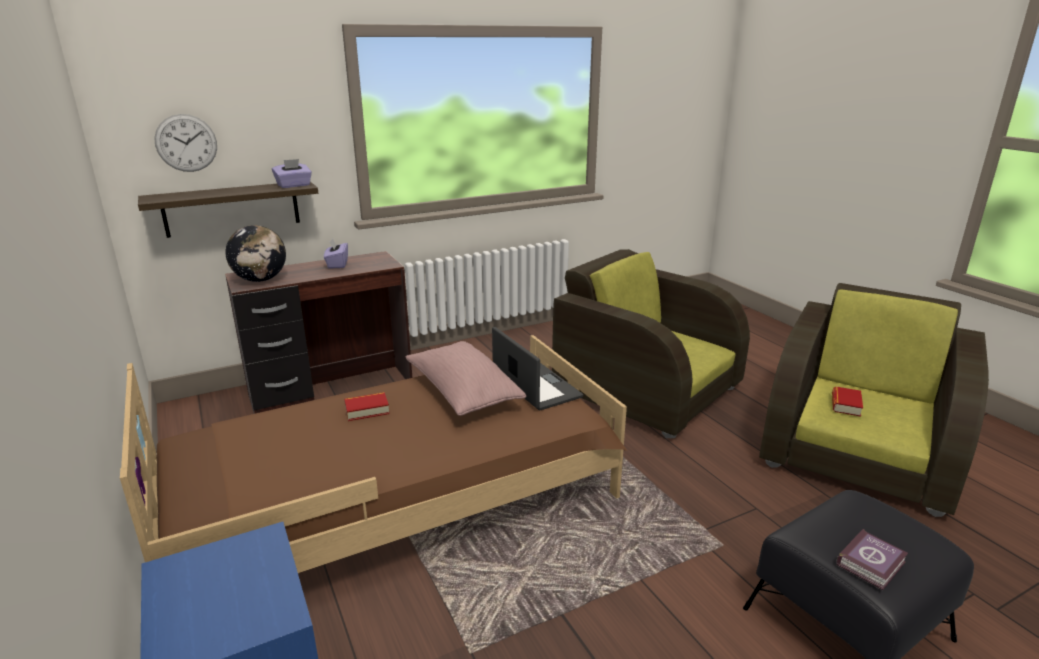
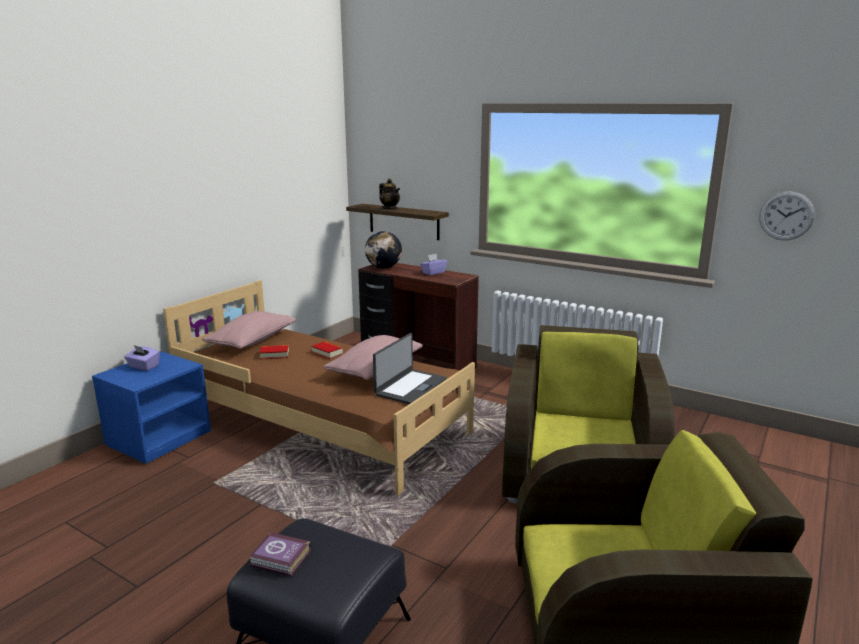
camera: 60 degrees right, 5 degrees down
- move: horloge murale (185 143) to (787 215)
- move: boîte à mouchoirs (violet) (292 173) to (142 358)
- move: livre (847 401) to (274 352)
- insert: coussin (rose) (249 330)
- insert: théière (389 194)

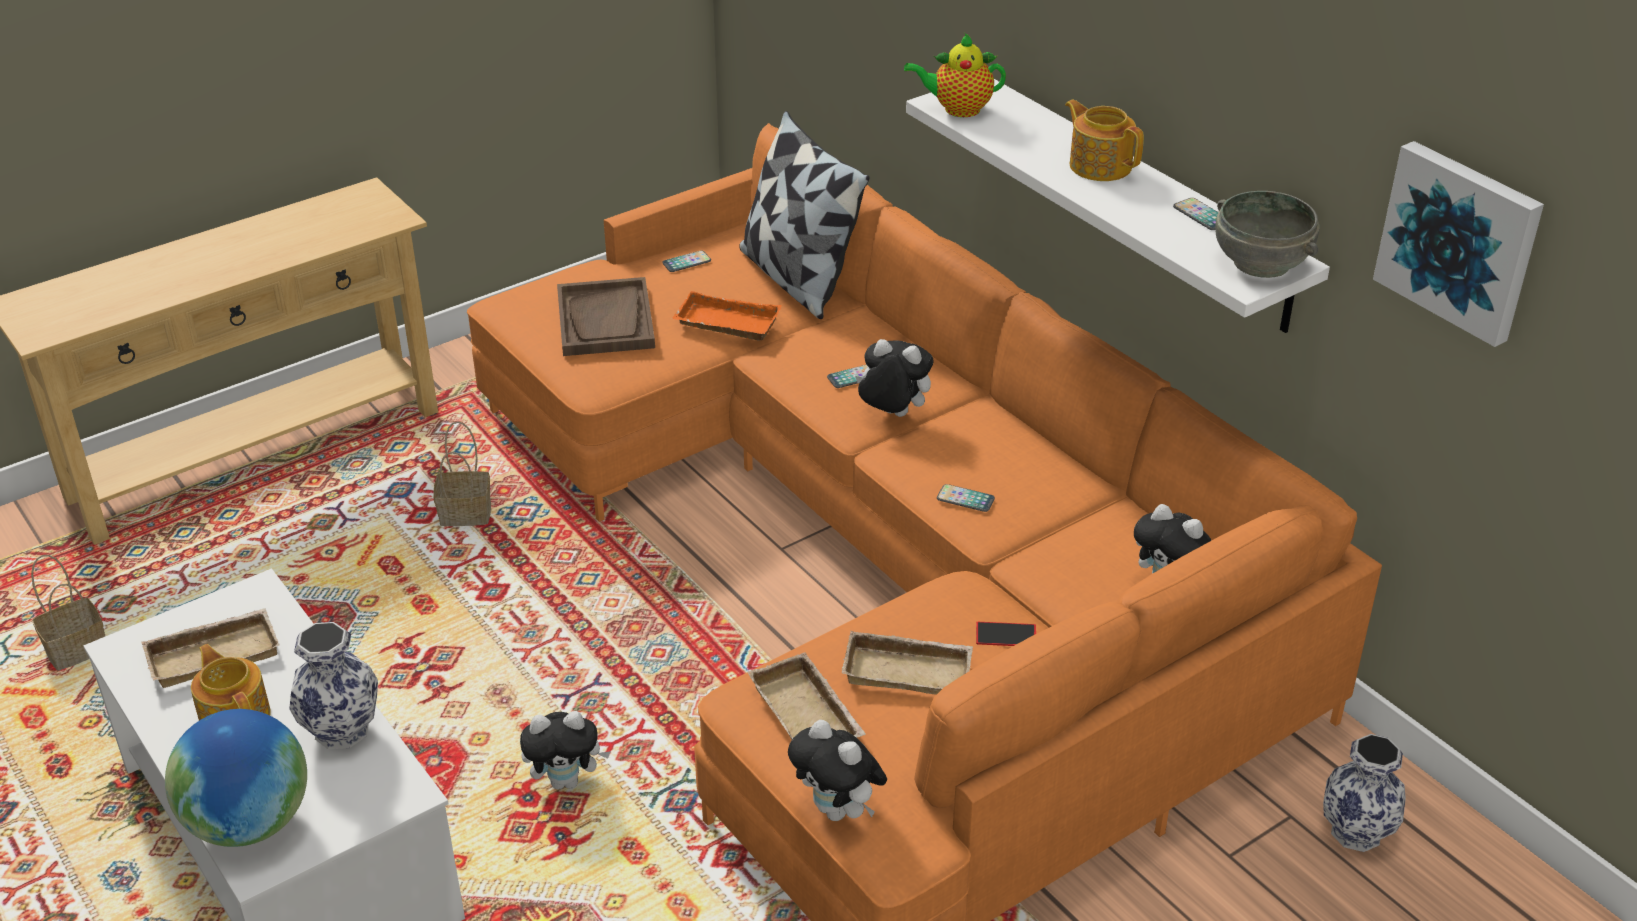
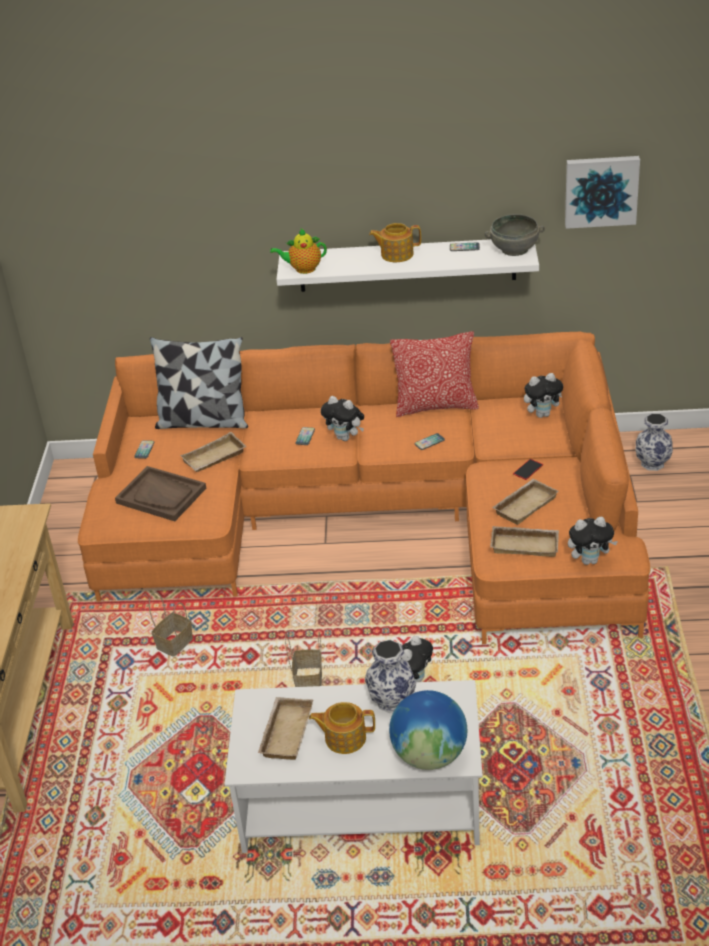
camera: 50 degrees left, 0 degrees up
- move: panier (68 613) to (303 659)
- recolor: plateau (orange) (727 316) to plateau (beige) (213 452)
- rotate: peluche (894 378) = (342 418) 120 degrees counterclockwise
- rotate: théière (955 75) = (298 251) 45 degrees clockwise
- insert: coussin (434 374)

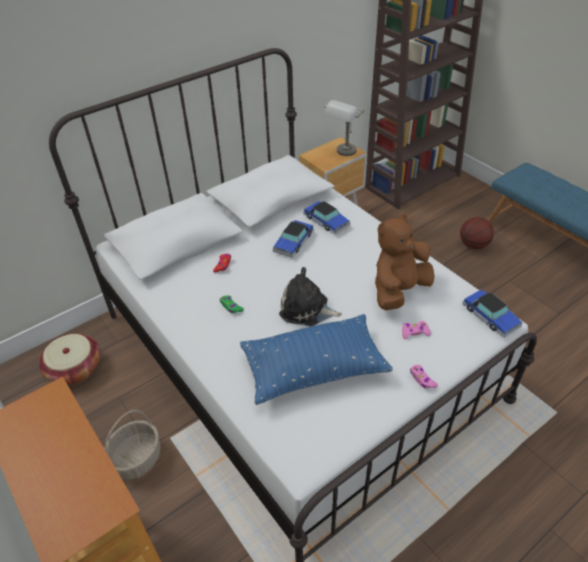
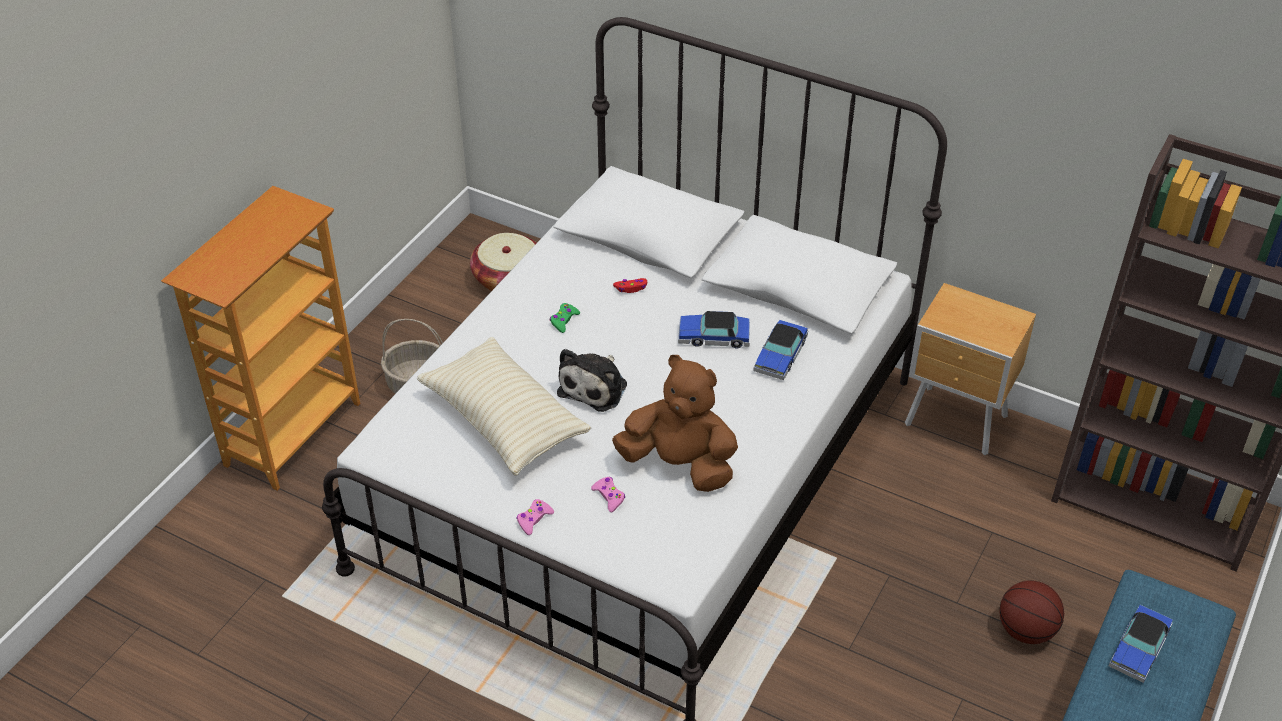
camera: 65 degrees right, 0 degrees up
- recolor: coussin (bleu) (316 359) to coussin (beige) (504 406)
- rotate: peluche (310 297) = (592 380) 150 degrees counterclockwise
- delete: lampe de table (gris) (344 128)
- move: petite voiture (492 314) to (1141 644)

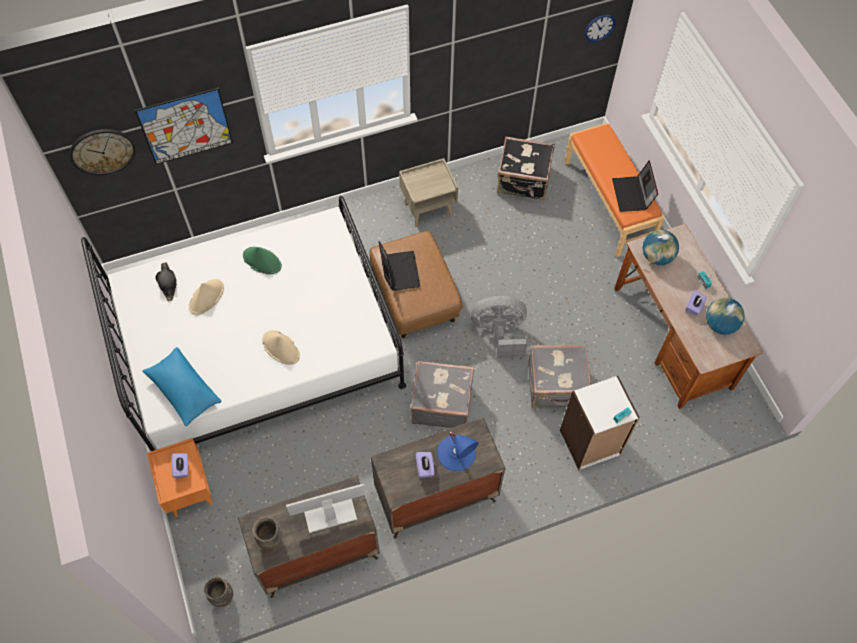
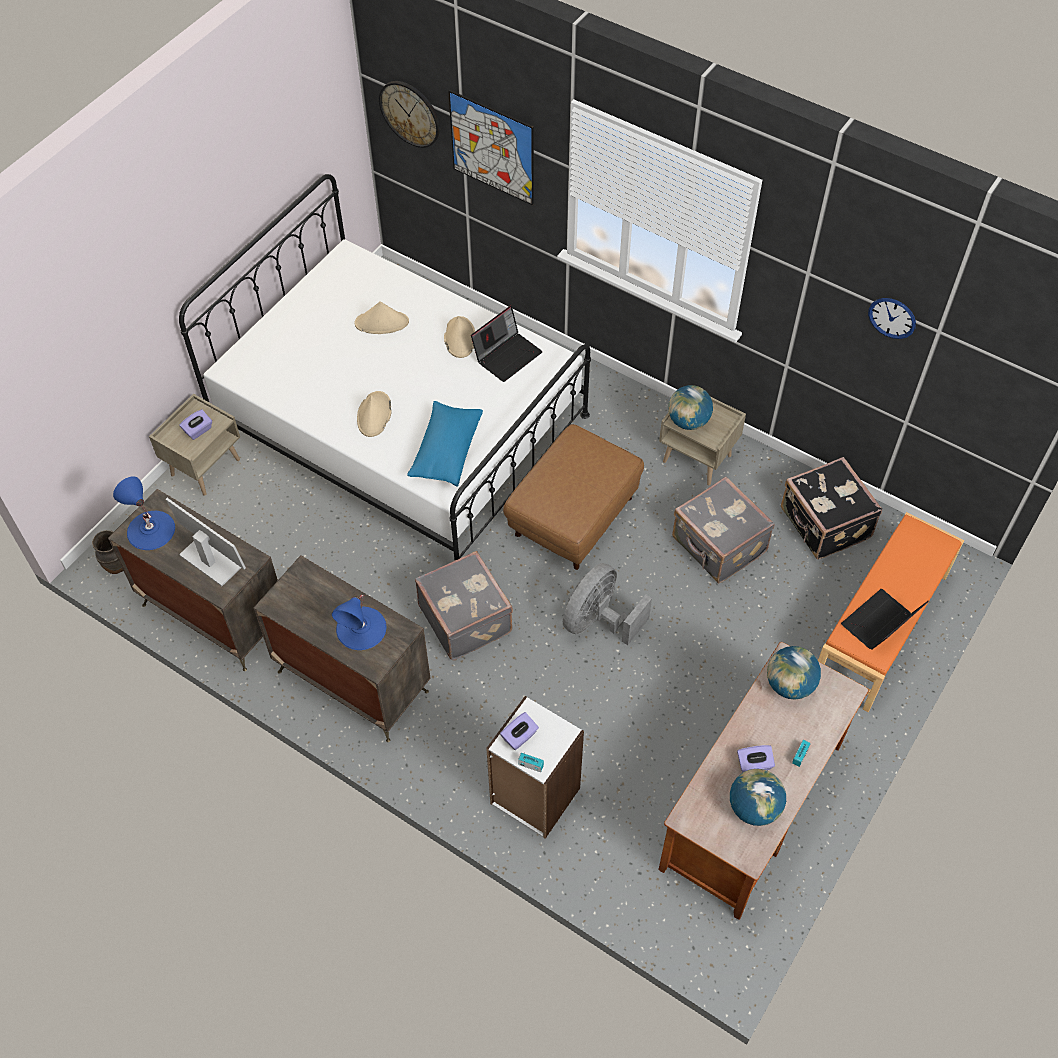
camera: 55 degrees right, 5 degrees down
- move: coussin (bleu) (182 386) to (445 444)
- recolor: table de chevet (orange) (180 477) to table de chevet (beige) (194 445)
- delete: chapeau (noir) (166 282)
- recolor: chapeau (vert) (262 261) to chapeau (beige) (459 337)
- replace: vase (marron) (268 533) to lampe de table (bleu) (144 513)
- move: ordinateur portable (400 266) to (506 344)
- move: boîte à mouchoirs (violet) (425 465) to (519 731)
- rotate: ventilateur (gris) (499 327) = (607 604) 105 degrees counterclockwise
- move: valise (gris) (559 376) to (723 530)
- move: horloge murale (600 28) to (892 318)
- insert: globe (690 407)

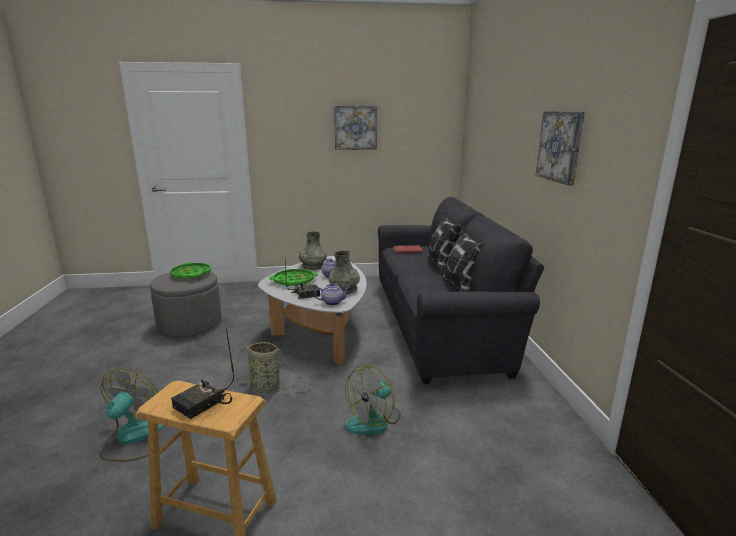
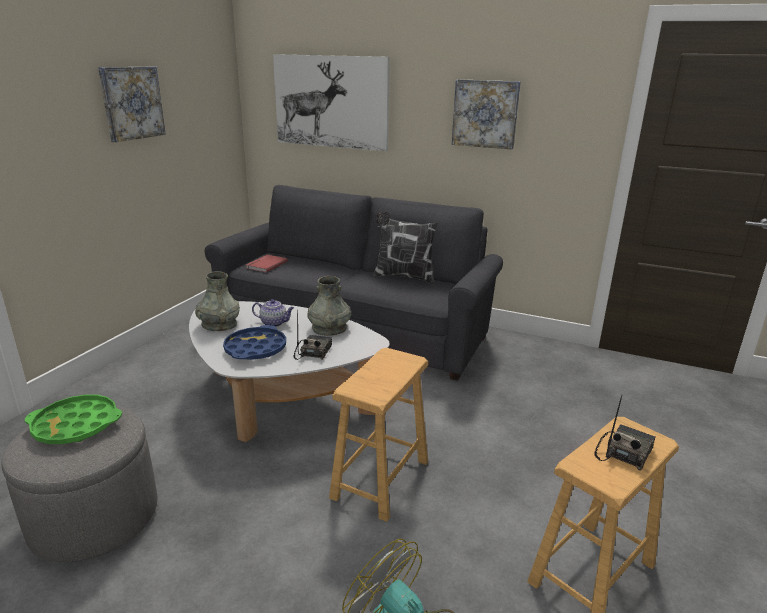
camera: 60 degrees left, 5 degrees up
- rotate: radio (202 374) = (625 433) 120 degrees counterclockwise
- replace: panier (271 367) to tabouret (marron) (378 435)
- recolor: plateau (vert) (293 278) to plateau (bleu) (254 342)
- delete: théière (332 294)
- delete: ventilateur (372 399)
- delete: coussin (444 242)
- insert: tableau (331 102)

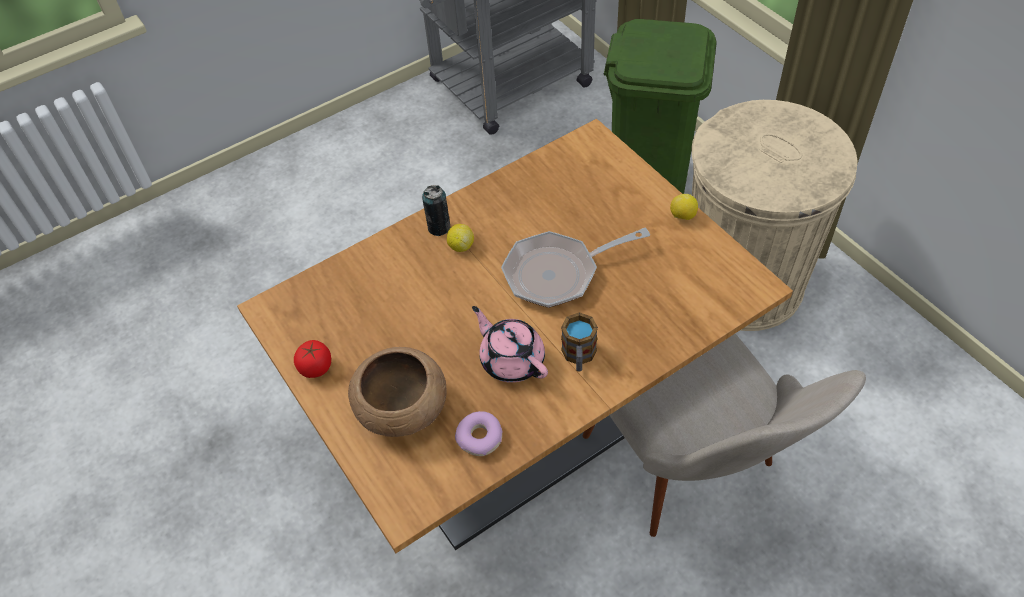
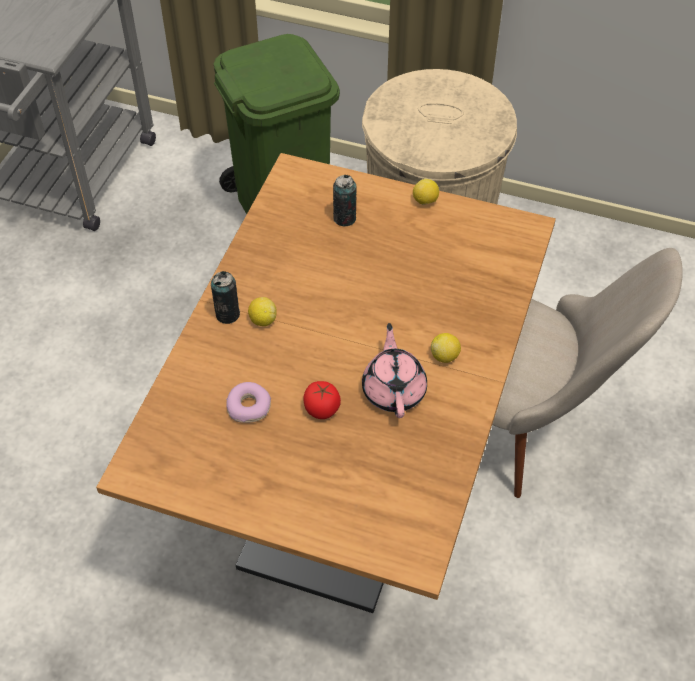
camera: 40 degrees left, 0 degrees up
- move: tomate (312 359) to (322 400)
- delete: bol (marron) (397 392)
- move: beignet (479 433) to (248 402)
- rotate: théière (rose) (510 344) = (394 370) 75 degrees clockwise
- delete: poêle (575 268)
- replace: mug (579 342) to citron (446 348)
- insert: boîte métallique (344 201)

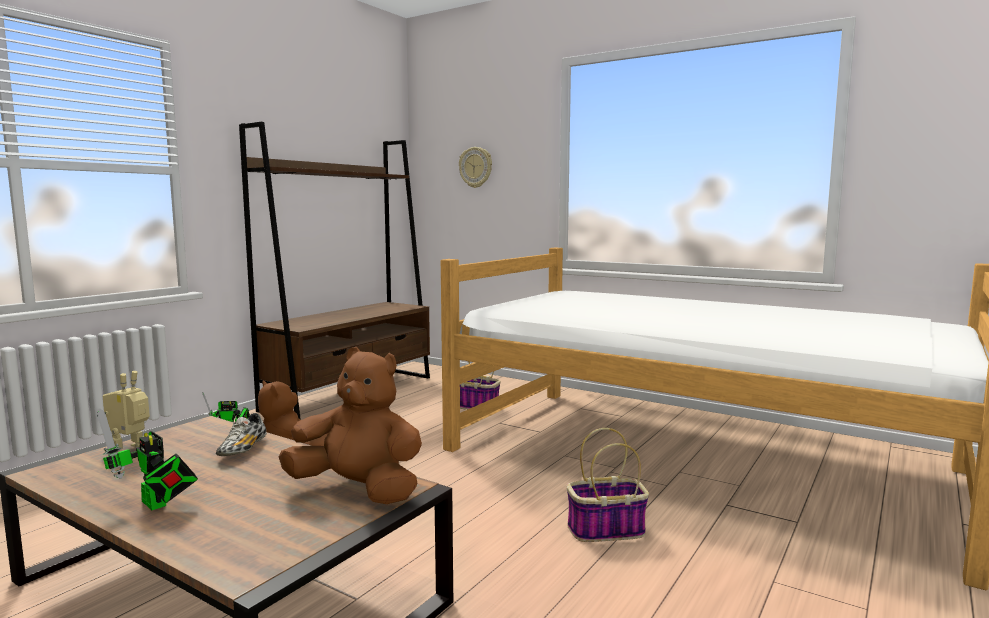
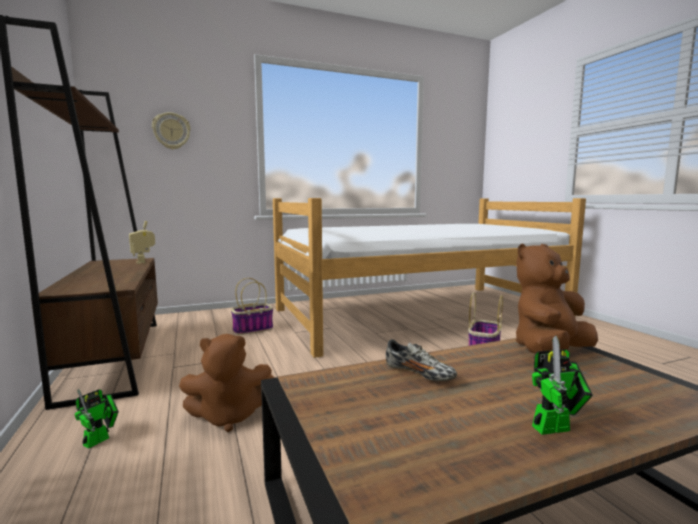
camera: 55 degrees left, 0 degrees up
- move: robot jouet (126 411) to (142 242)

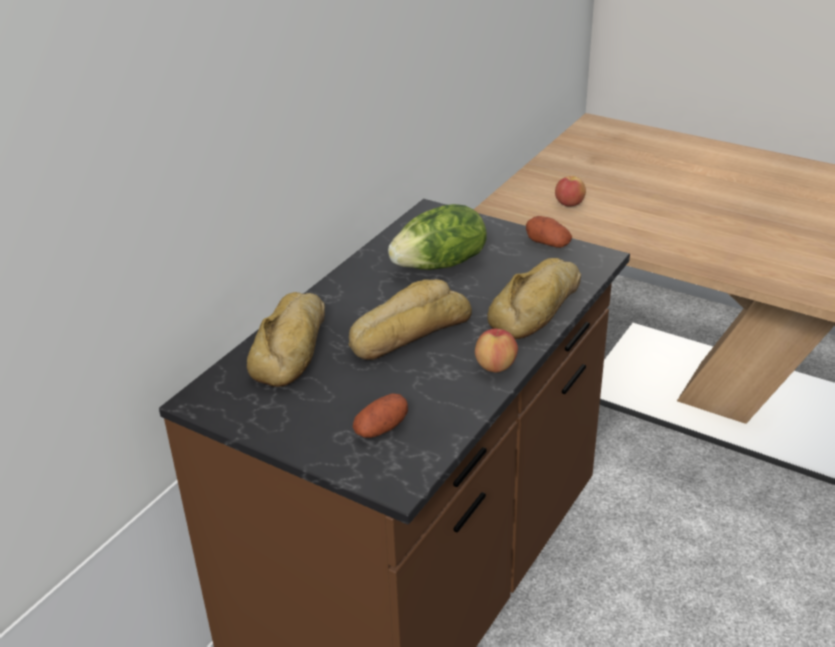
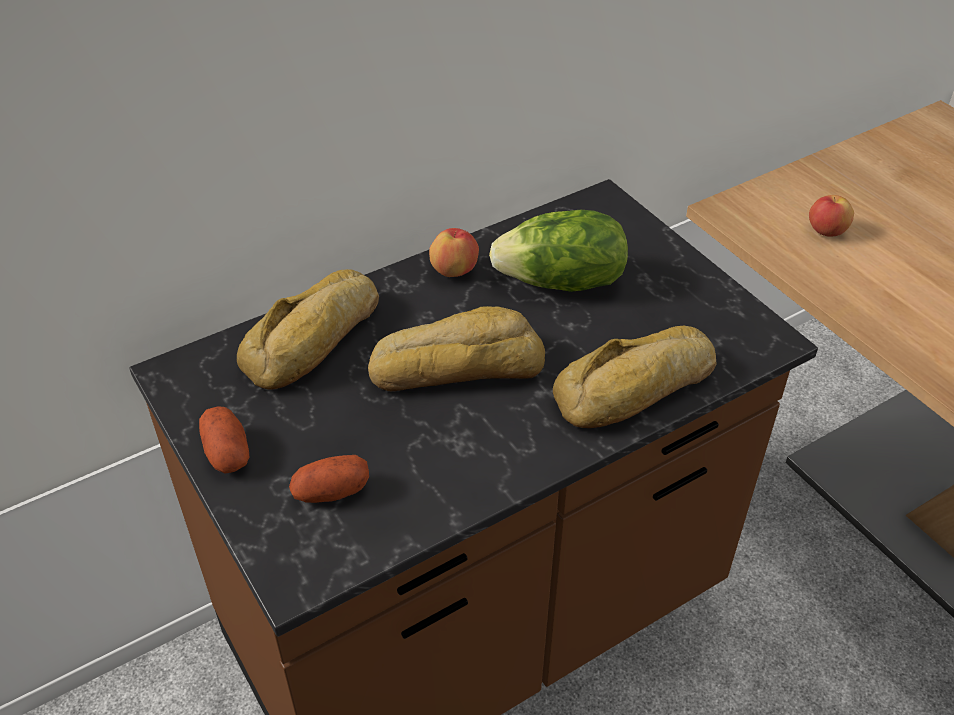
camera: 25 degrees right, 10 degrees up
- move: pomme (496 351) to (454 252)
- move: pomme de terre (549 232) to (224 439)

